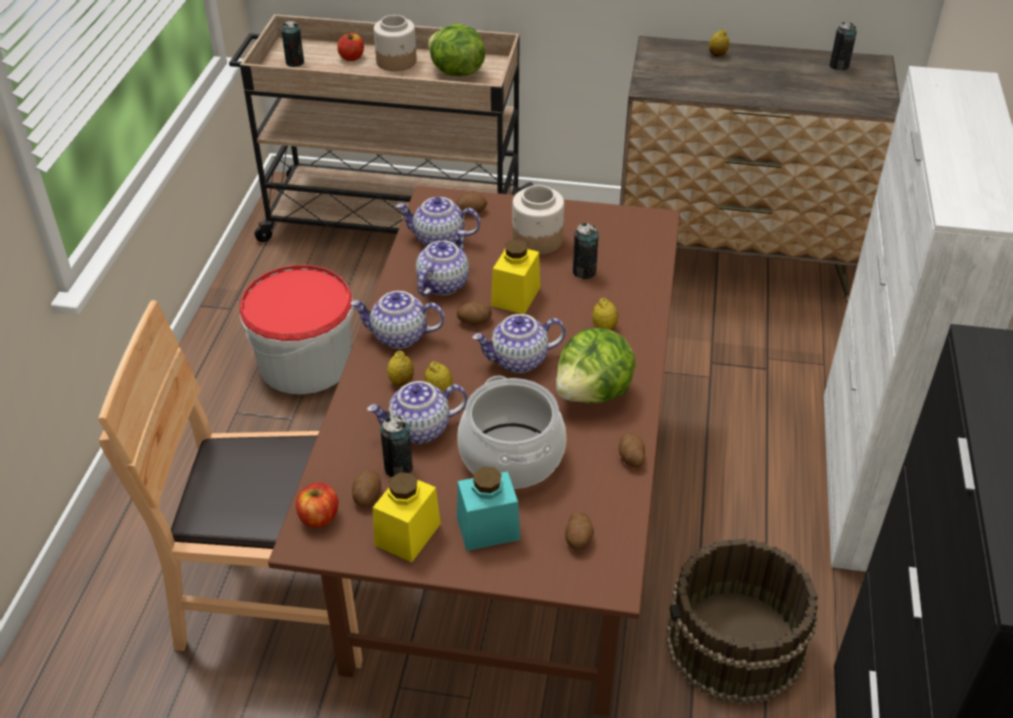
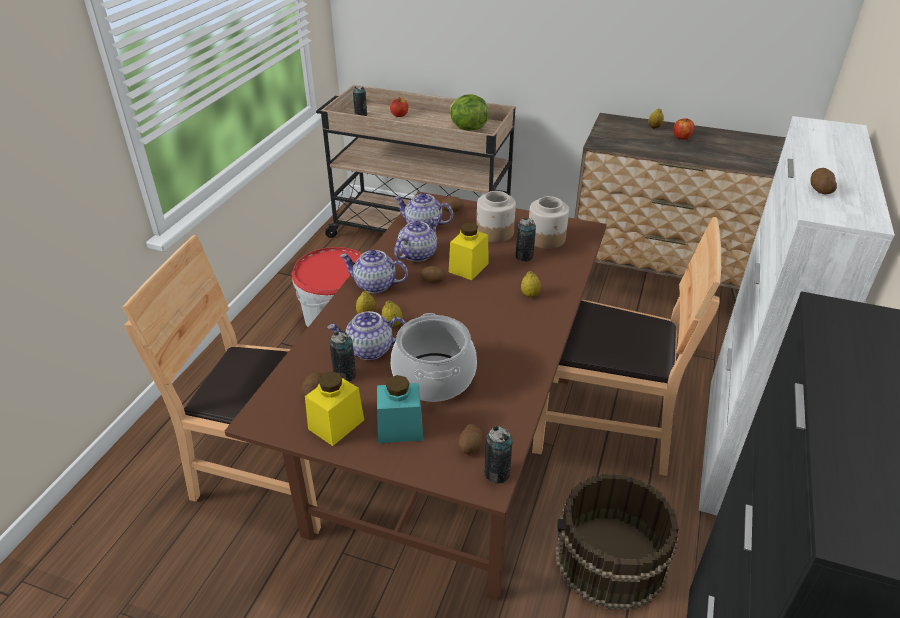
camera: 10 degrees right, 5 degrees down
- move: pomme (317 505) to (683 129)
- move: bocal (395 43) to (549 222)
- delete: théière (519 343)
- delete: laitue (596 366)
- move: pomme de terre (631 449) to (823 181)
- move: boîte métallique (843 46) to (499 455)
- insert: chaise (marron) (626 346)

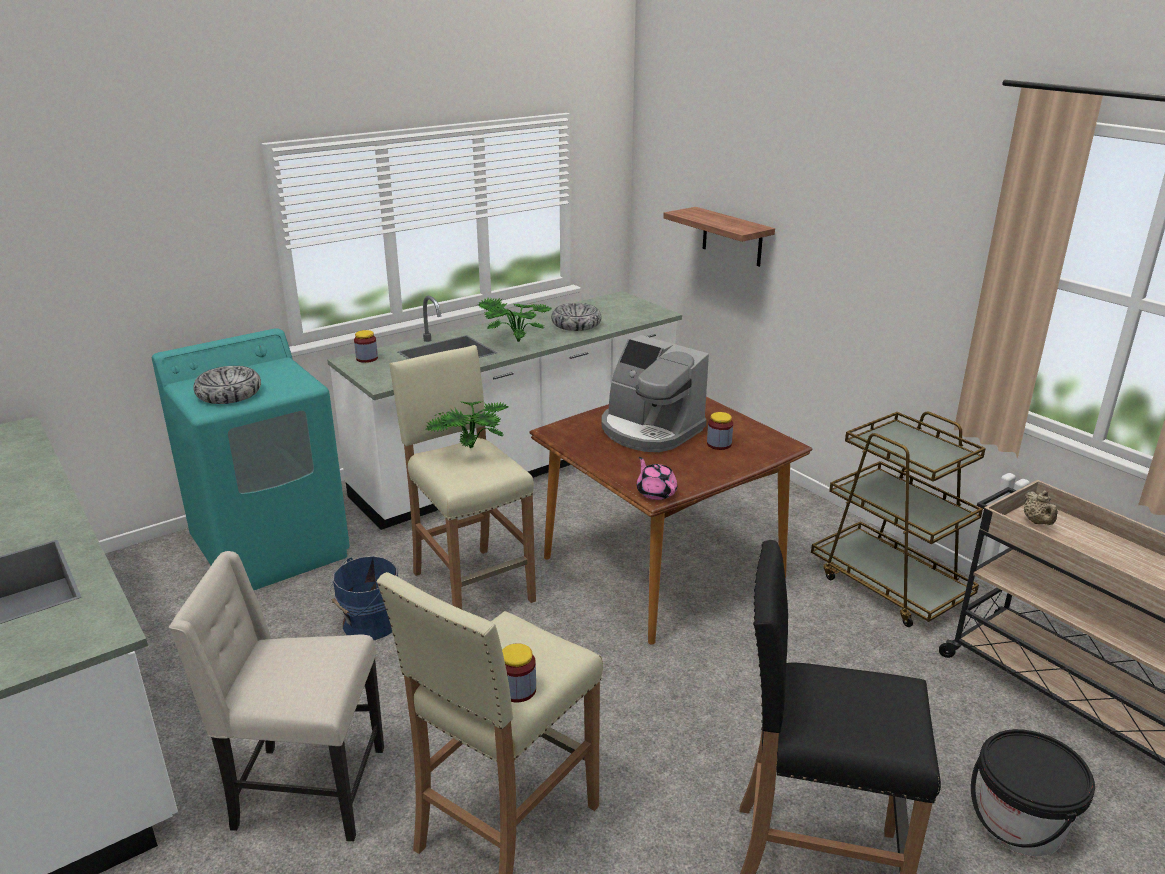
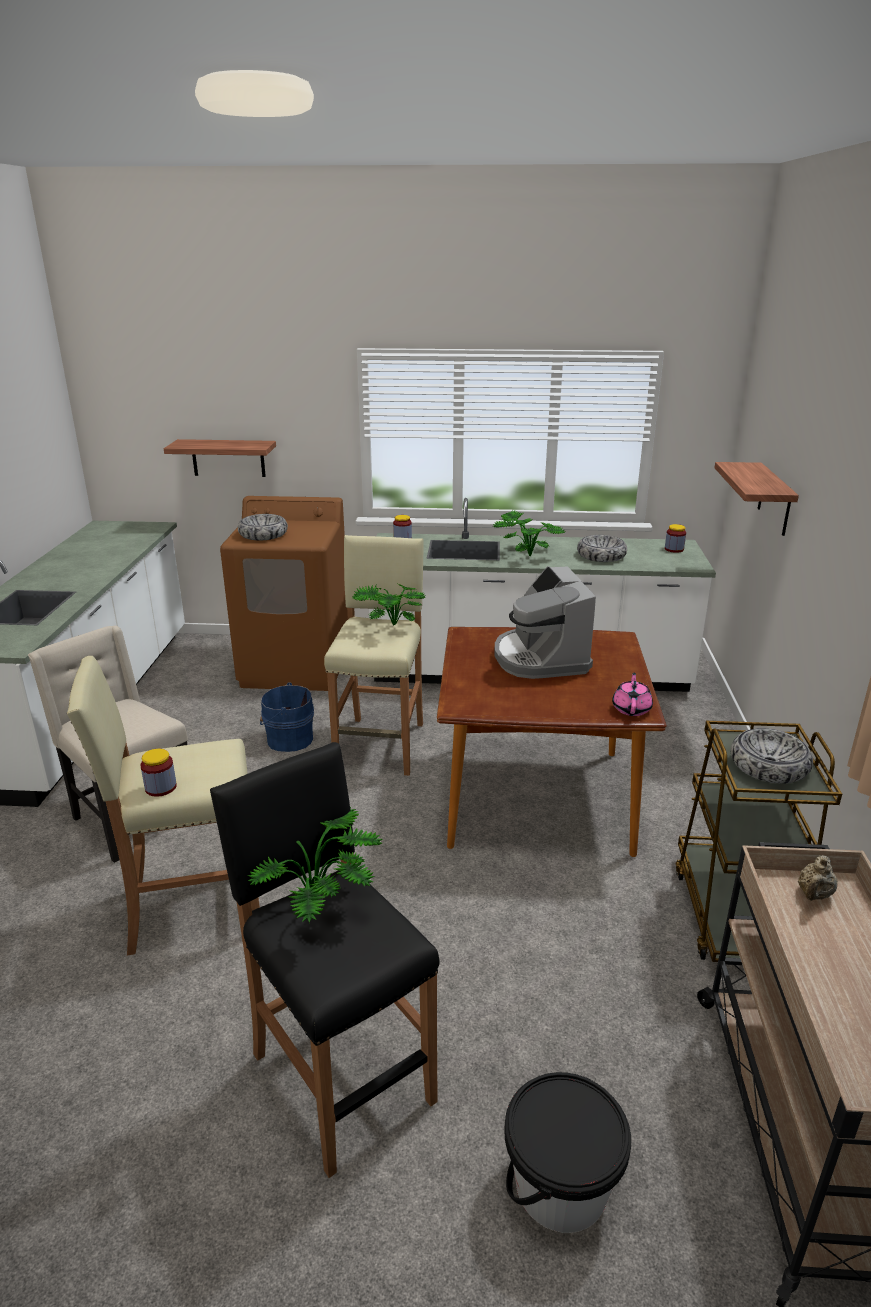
camera: 40 degrees right, 0 degrees up
- recolor: lave-linge (turquoise) (250 459) to lave-linge (marron) (284 593)
- move: théière (rose) (657 478) to (632 694)
- move: bocal (720 431) to (675 538)
- insert: étagère (220 458)
- insert: plante en pot (314 865)
- insert: bol (772 756)

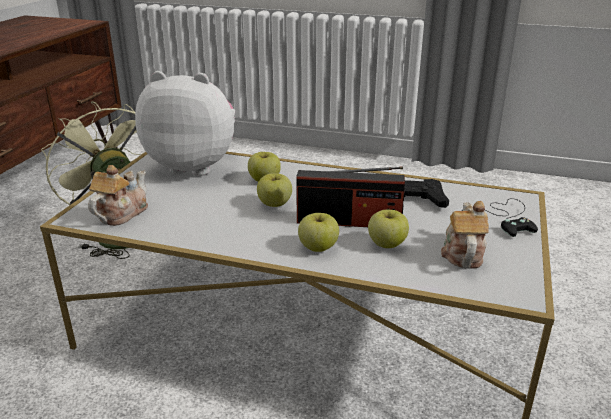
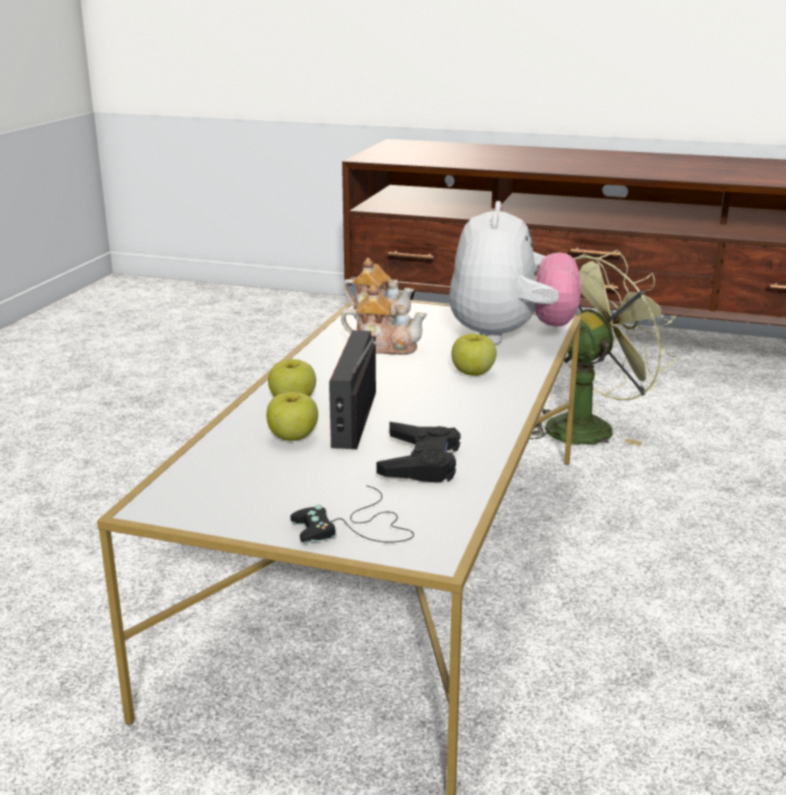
camera: 90 degrees right, 5 degrees down
- delete: pomme (274 190)
- move: théière (465 235) to (384 319)

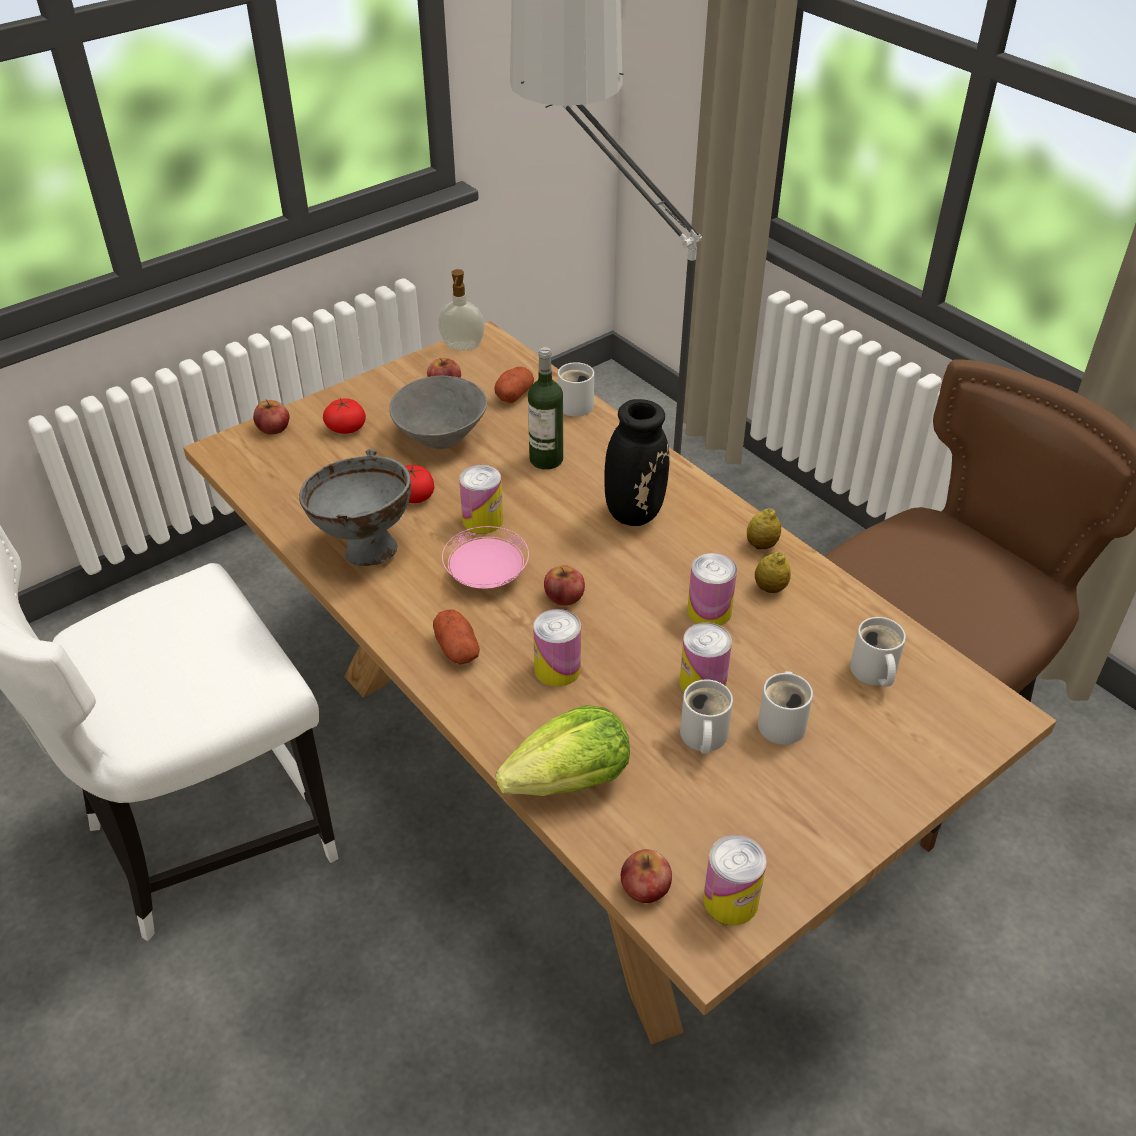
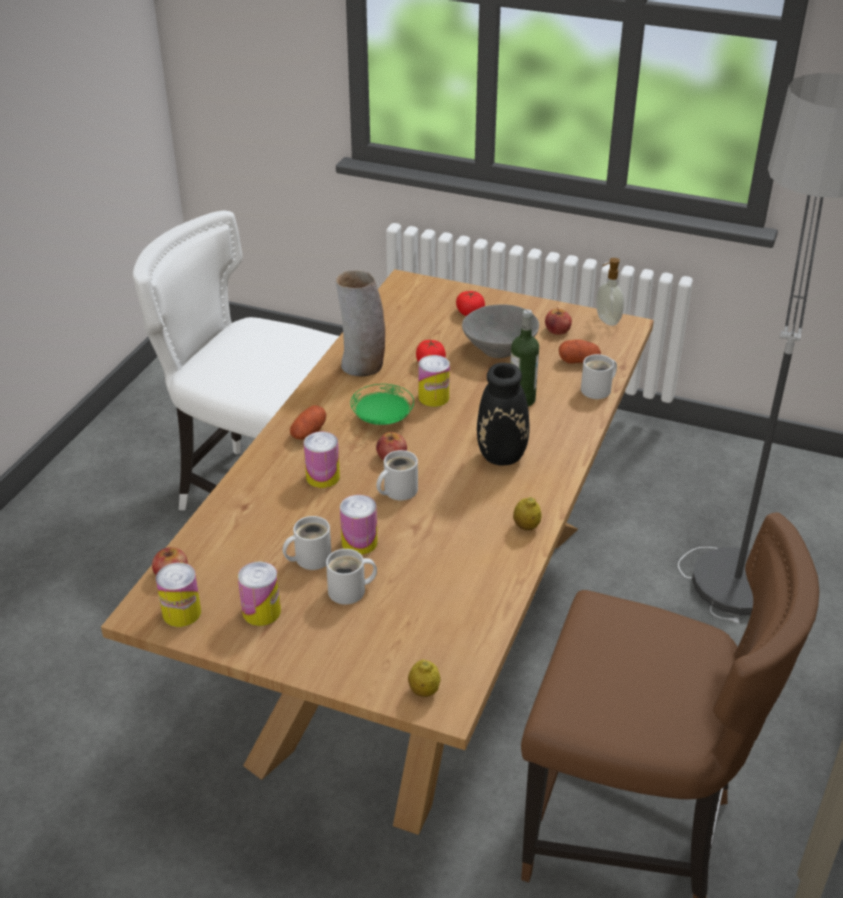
camera: 60 degrees right, 5 degrees down
- delete: pomme (271 417)
- replace: bol (gris) (355 507) to vase (360 323)
- recolor: assiette (rose) (485 557) to assiette (vert) (382 404)
- delete: laitue (563 750)
- move: boîte métallique (712 589) to (259 594)
- move: citron (773 572) to (424 678)
- move: mug (blanc) (878 652) to (397 475)

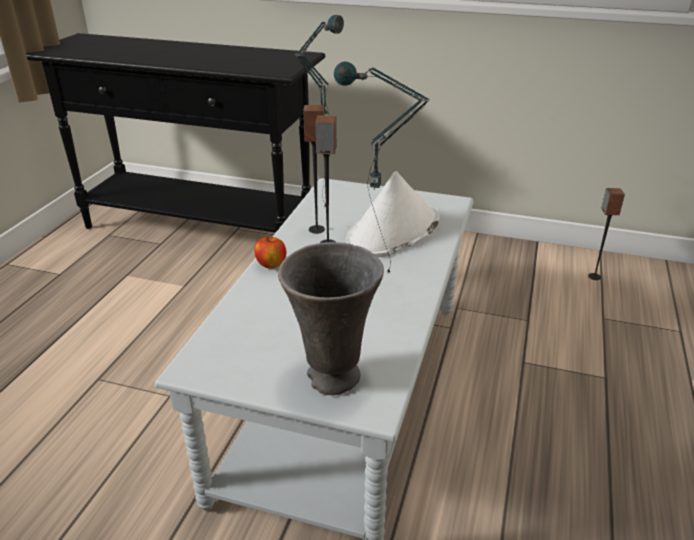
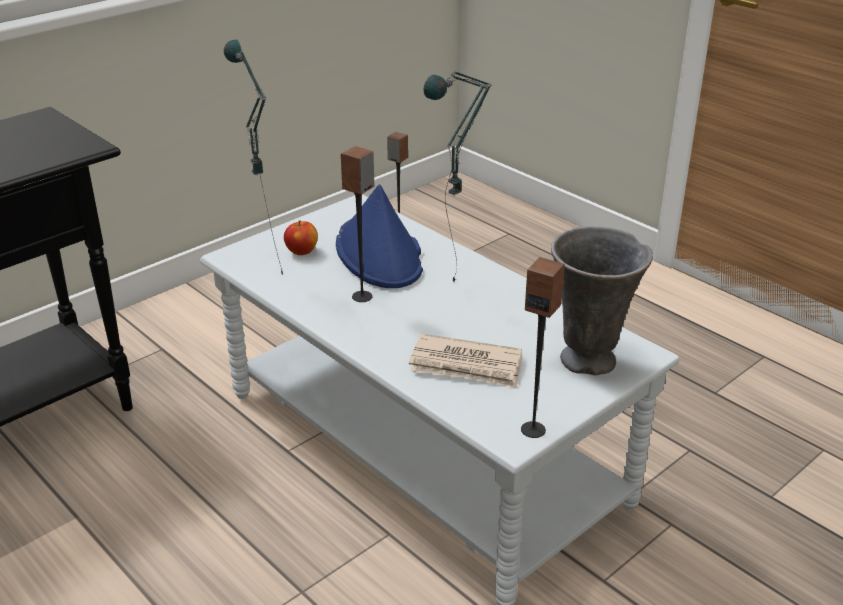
camera: 60 degrees left, 0 degrees up
- move: pomme (270 252) to (301 237)
- move: enceinte (314 169) to (543 347)
- recolor: chapeau (blanc) (392 214) to chapeau (bleu) (379 236)
- insert: journal (465 361)

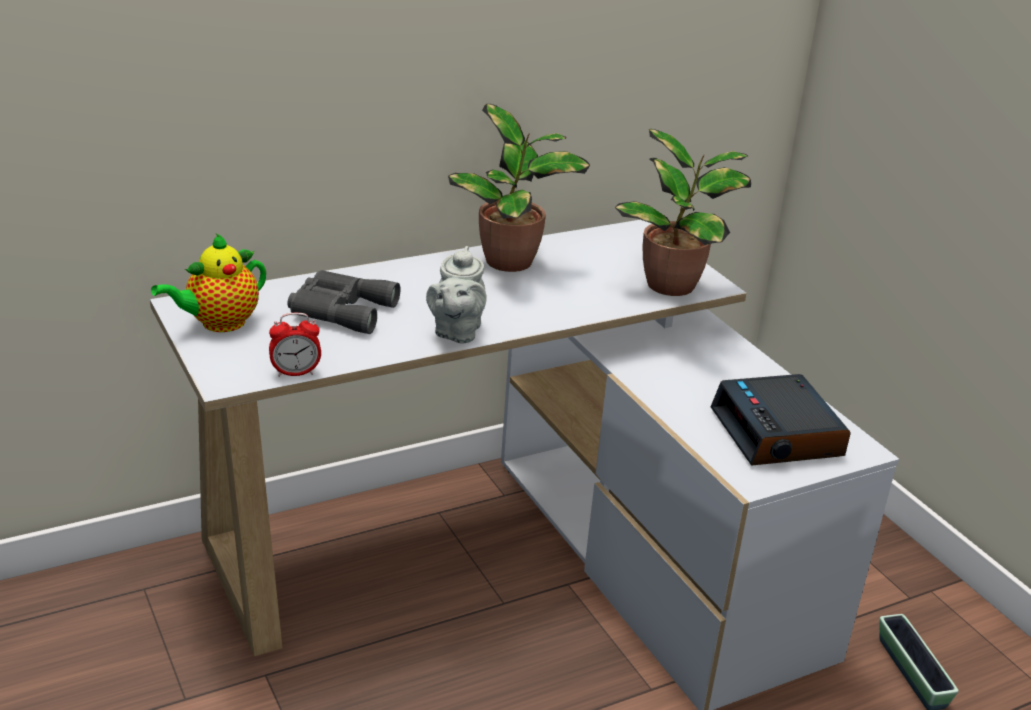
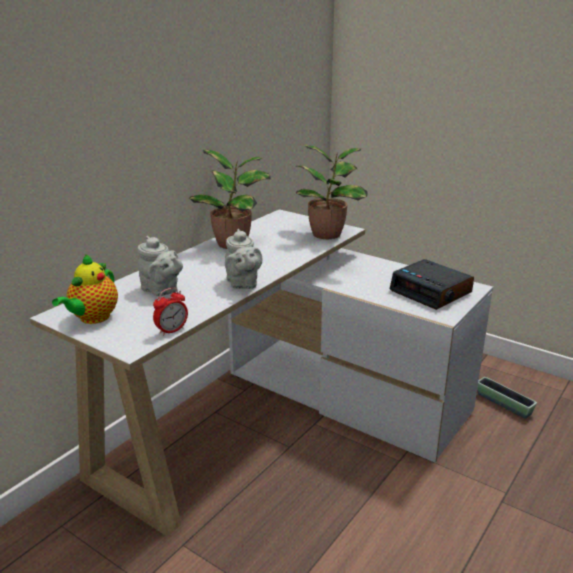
camera: 25 degrees left, 5 degrees down
- replace: jumelles (gris) (344 302) to théière (gris) (160 266)

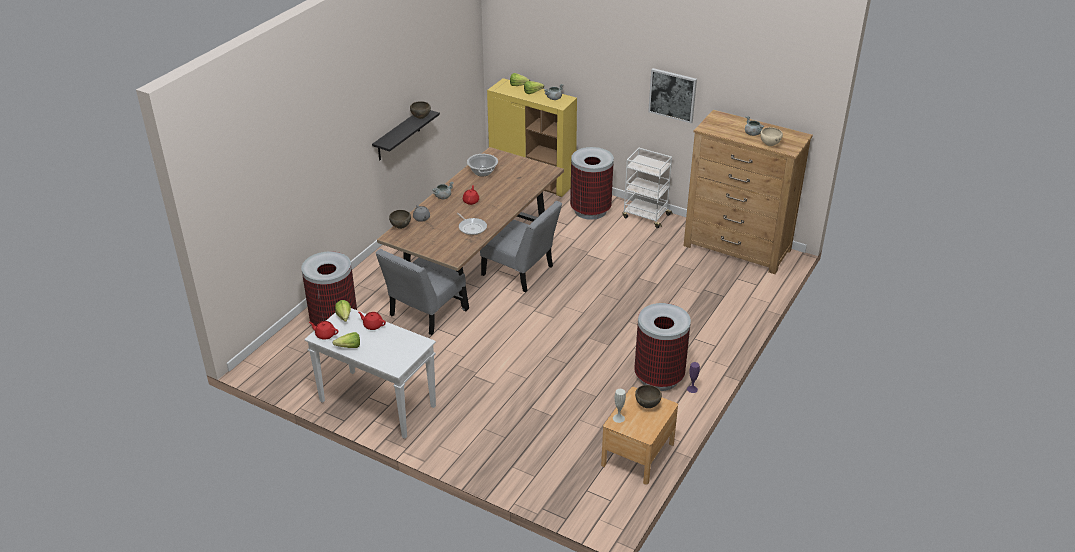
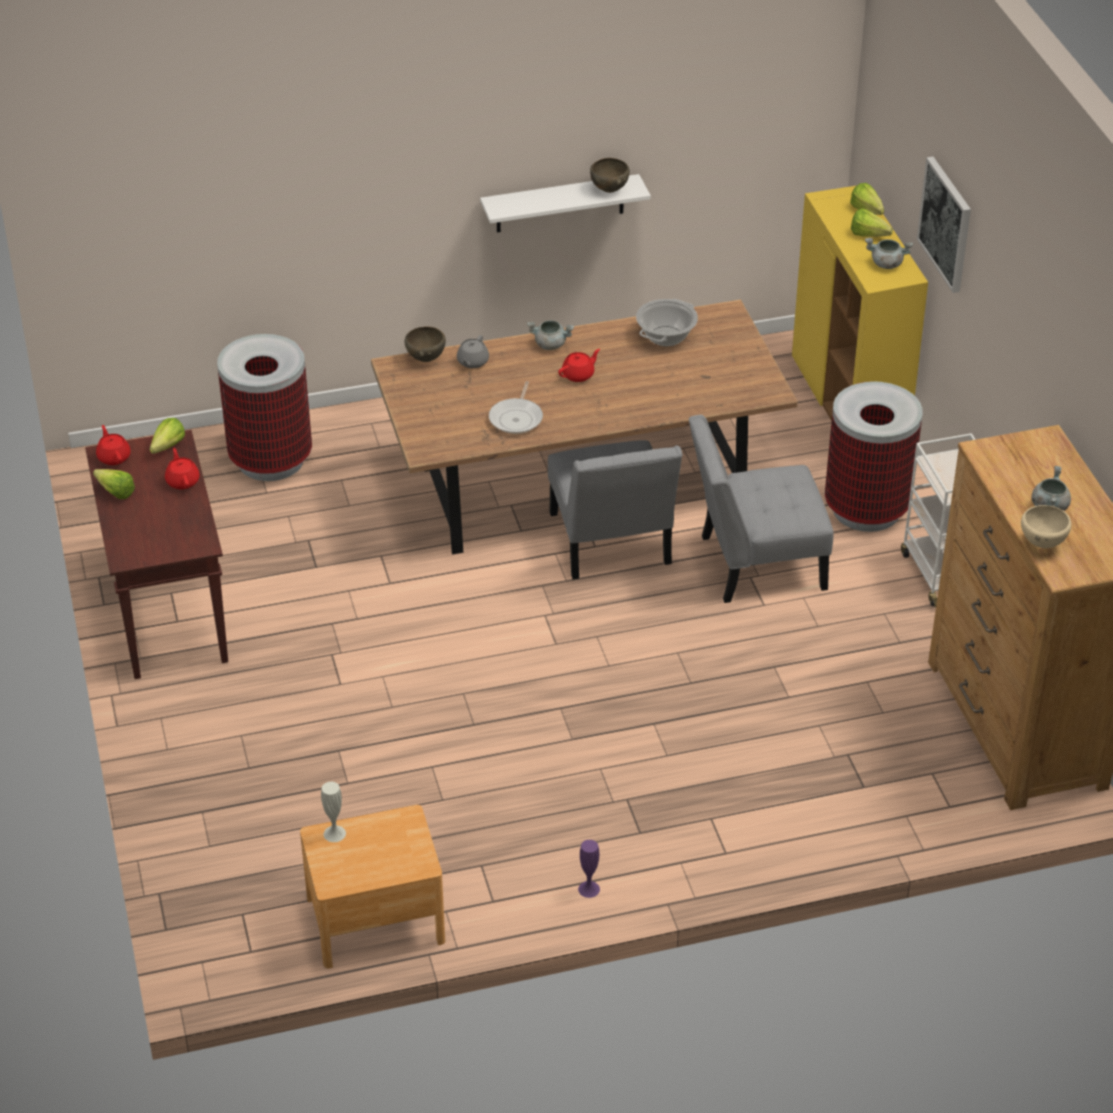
camera: 45 degrees right, 5 degrees up
- recolor: table console (blanc) (370 373) to table console (marron) (156 554)
- recolor: étagère (noir) (406 135) to étagère (blanc) (565 203)
- move: chaise (gris) (421 292) to (761 509)
- delete: poubelle (662 347)
- delete: bol (marron) (648 396)
- move: tableau (672 95) to (944 225)

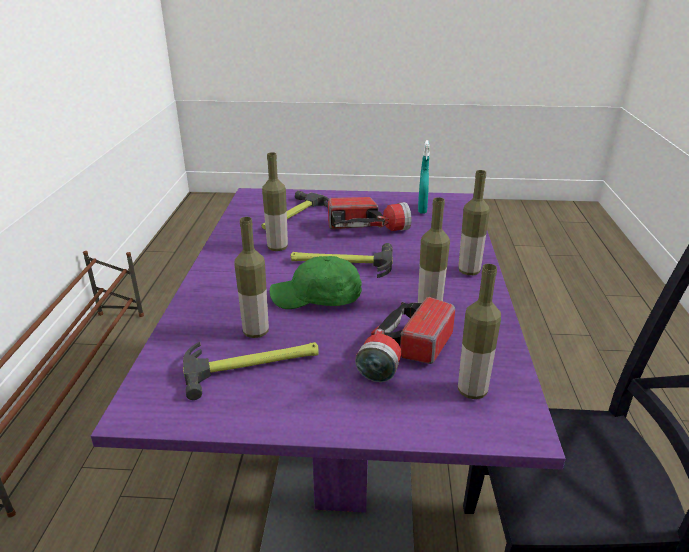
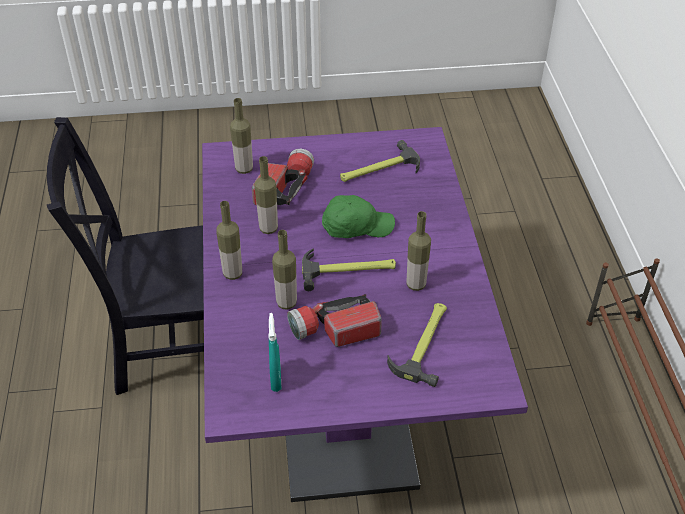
camera: 170 degrees right, 15 degrees up
- move: bouteille (251 277) to (284 270)

